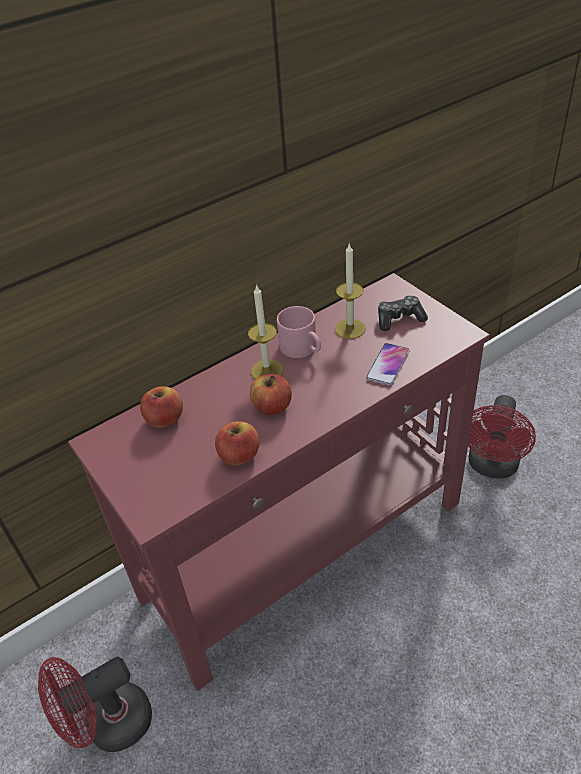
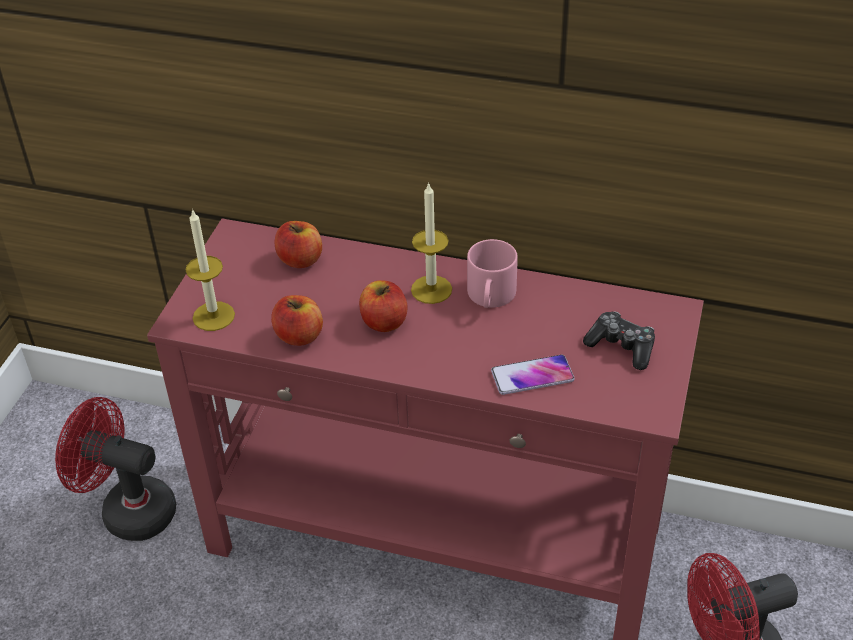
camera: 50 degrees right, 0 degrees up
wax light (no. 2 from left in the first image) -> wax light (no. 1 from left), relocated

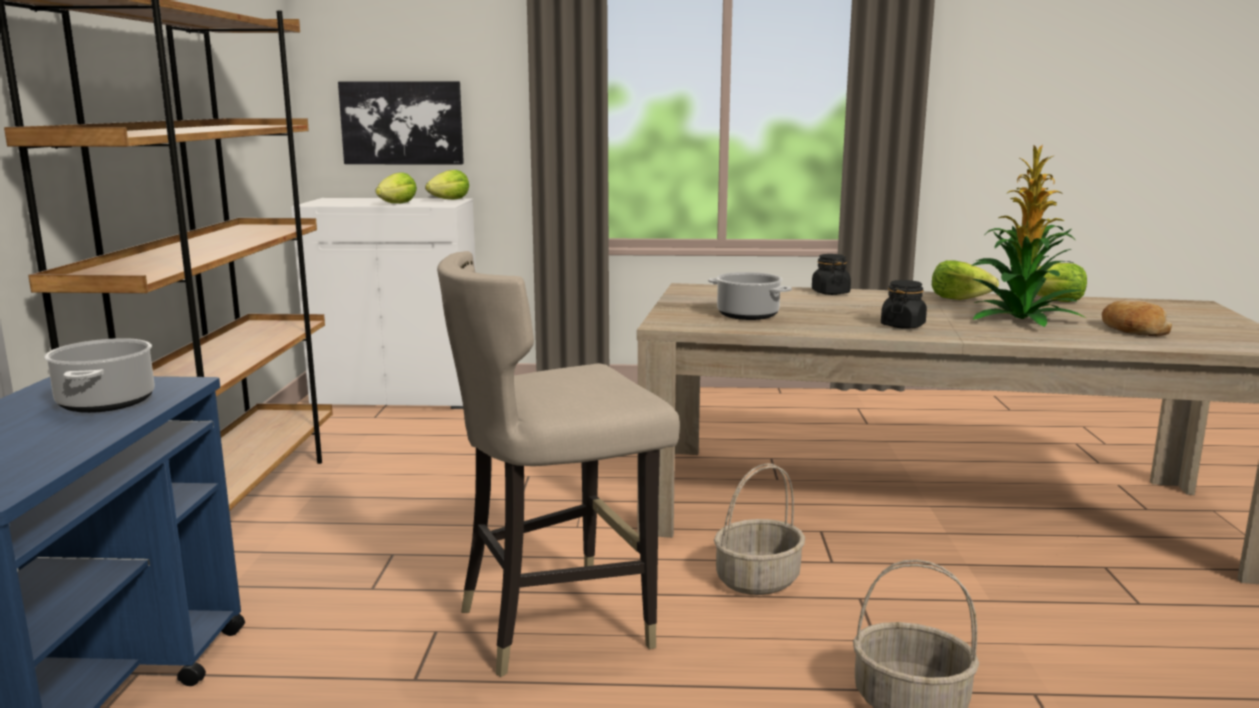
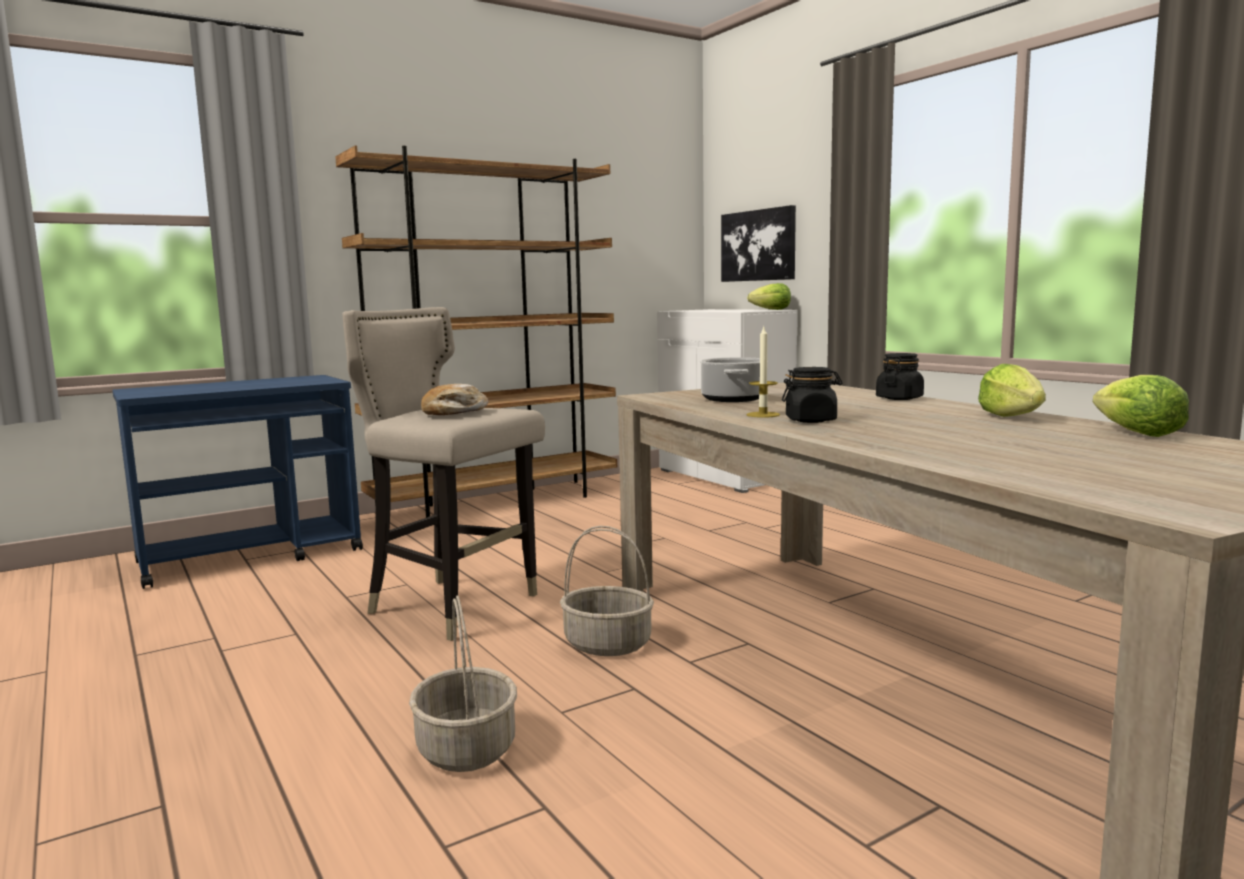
camera: 55 degrees right, 5 degrees down
potted plant -> none
lettuce (no. 1 from left) -> none
bakery bread, relocated
cooking pot (no. 1 from left) -> none
none -> wax light

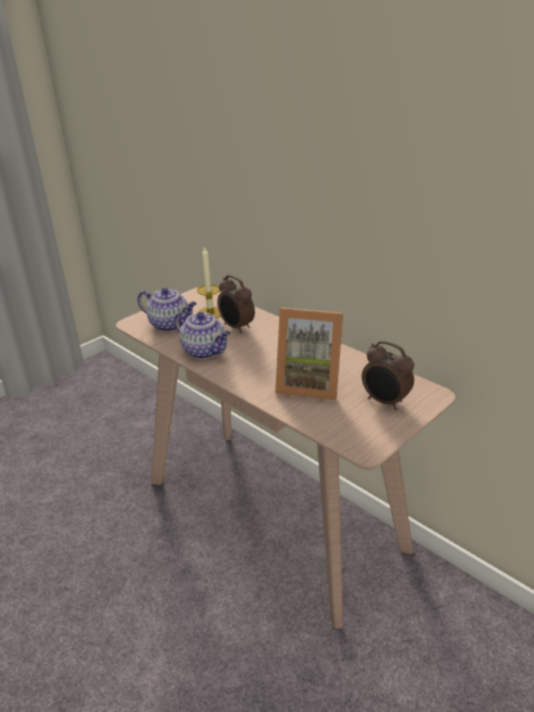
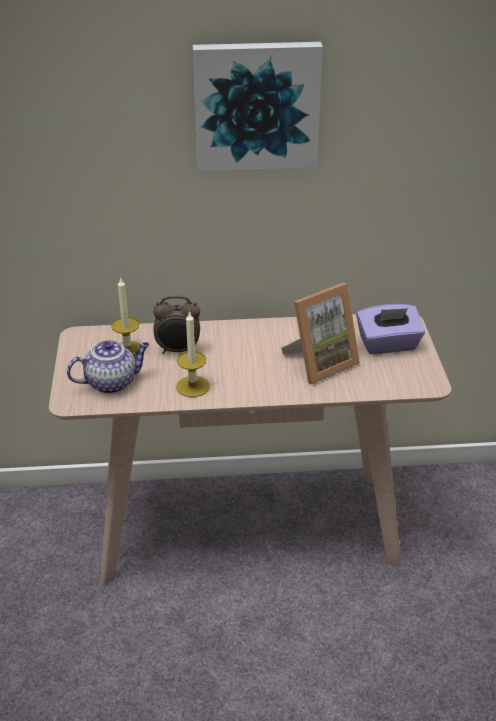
camera: 50 degrees left, 5 degrees up
pot for tea (no. 2 from left) -> wax light (no. 2 from left)
bedside clock (no. 2 from left) -> tissue holder in purple
none -> wall picture

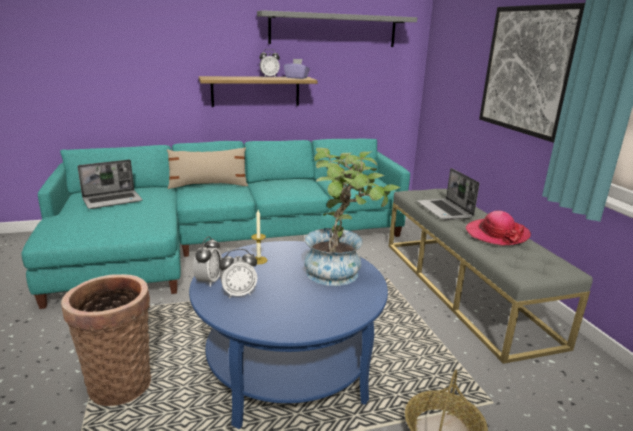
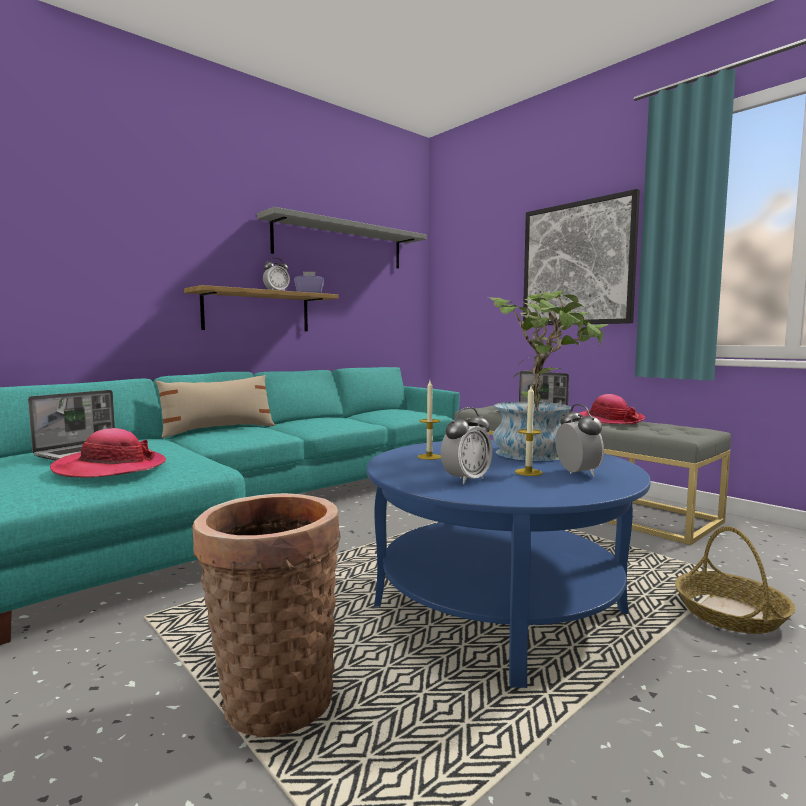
camera: 25 degrees left, 15 degrees down
bedside clock (no. 1 from left in the first image) -> bedside clock (no. 3 from left), relocated
none -> wax light (no. 2 from left)
none -> clothing hat (no. 1 from left)

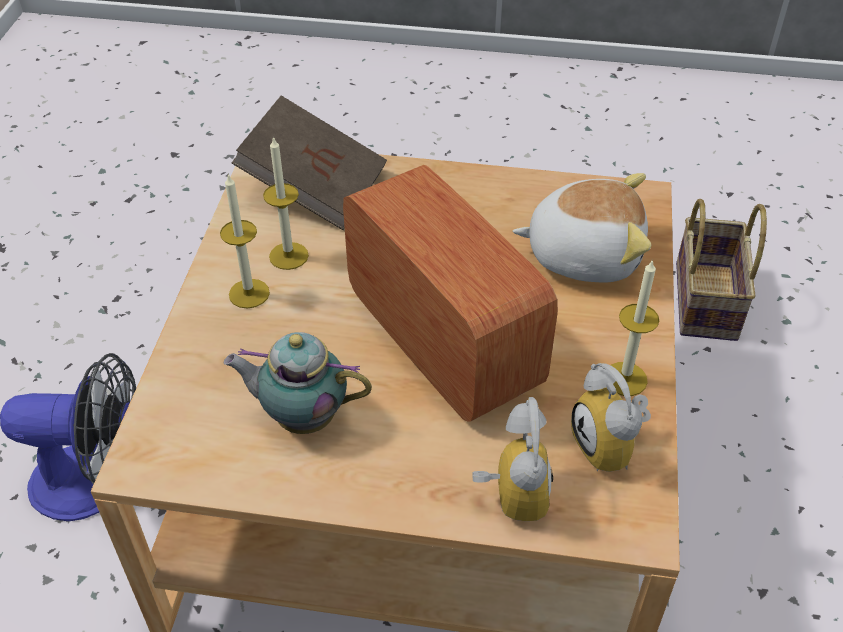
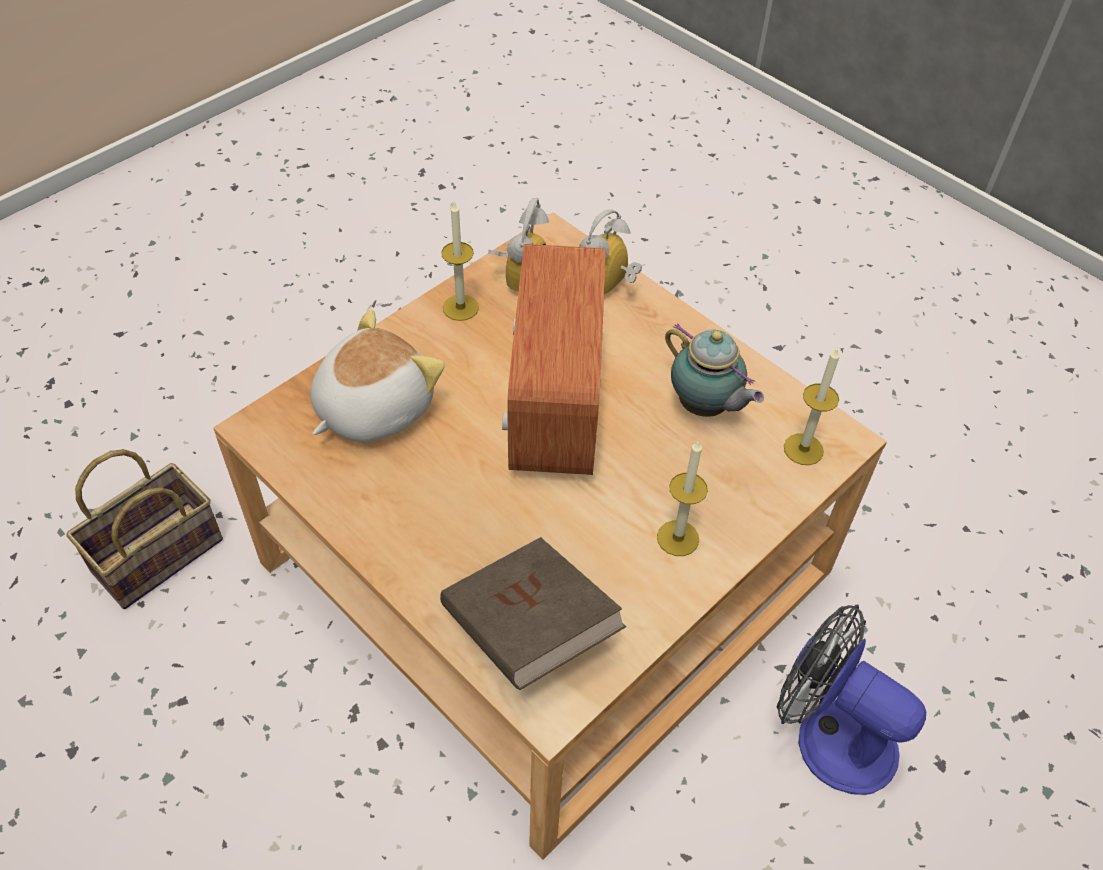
camera: 145 degrees left, 5 degrees up
wax light (no. 2 from left in the first image) -> wax light (no. 3 from left), relocated
cuddly toy, 90 degrees clockwise

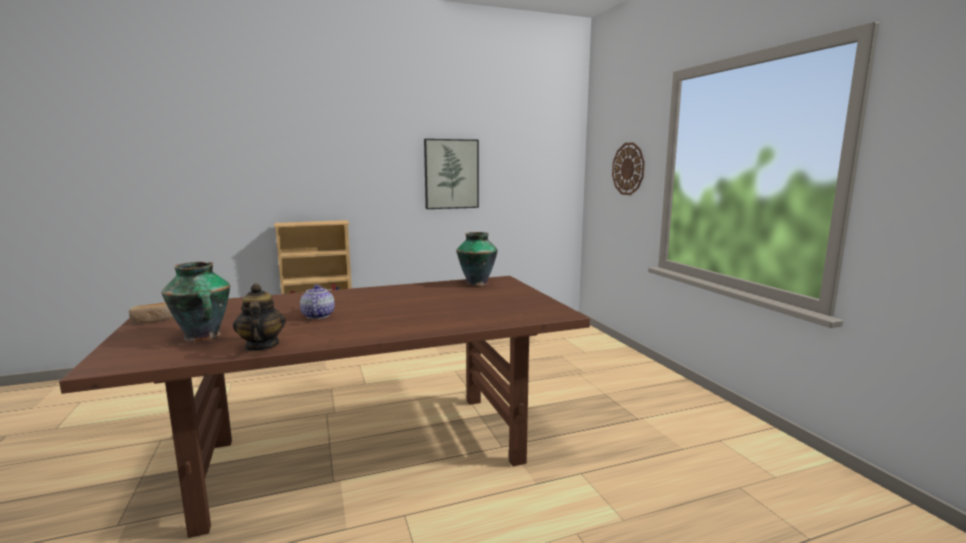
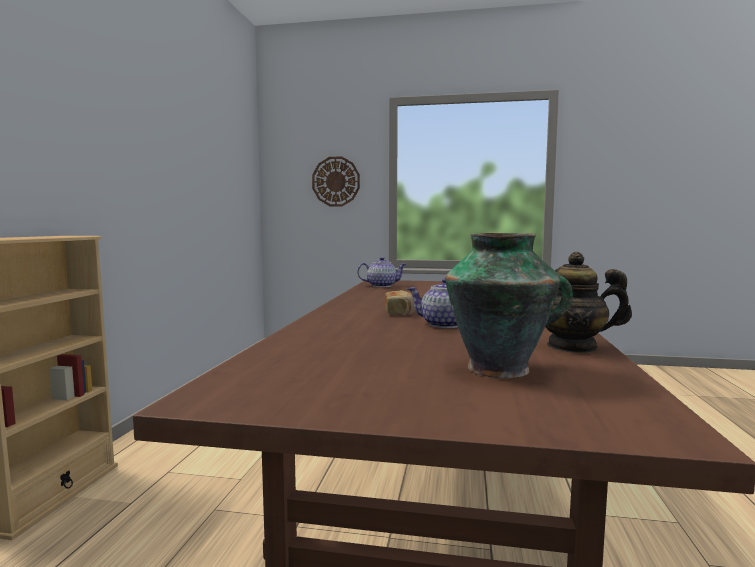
camera: 60 degrees left, 5 degrees down
wall picture -> none
decorative vase (no. 2 from left) -> pot for tea (no. 1 from left)
bakery bread, relocated

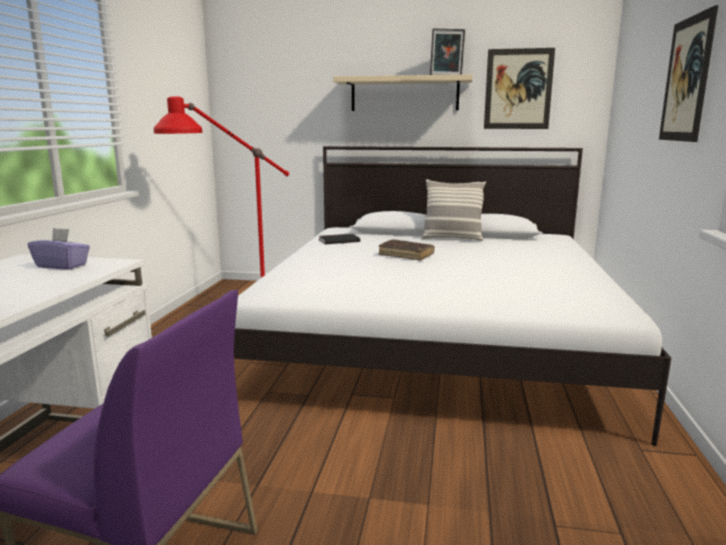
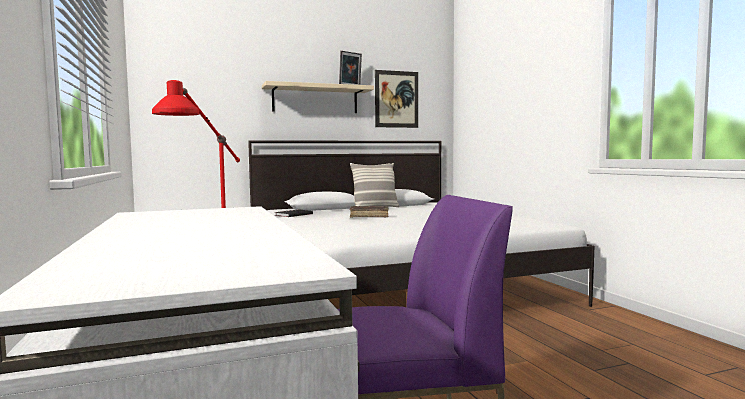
camera: 30 degrees left, 10 degrees down
wall picture (no. 2 from left) -> none
tissue holder in purple -> none

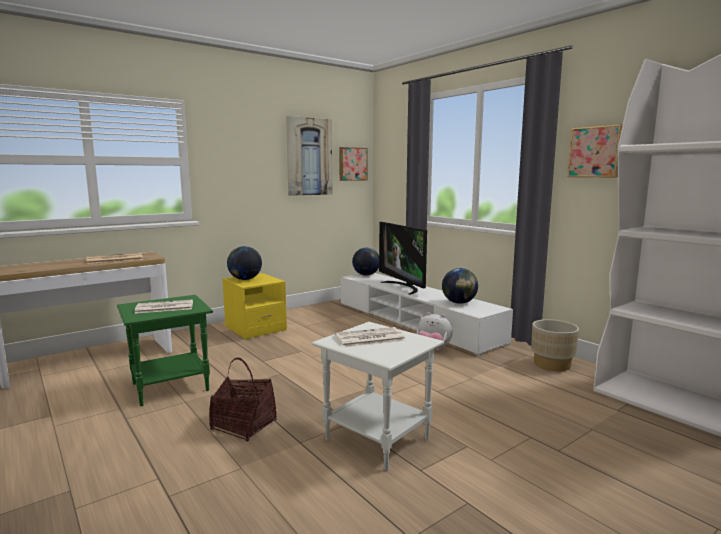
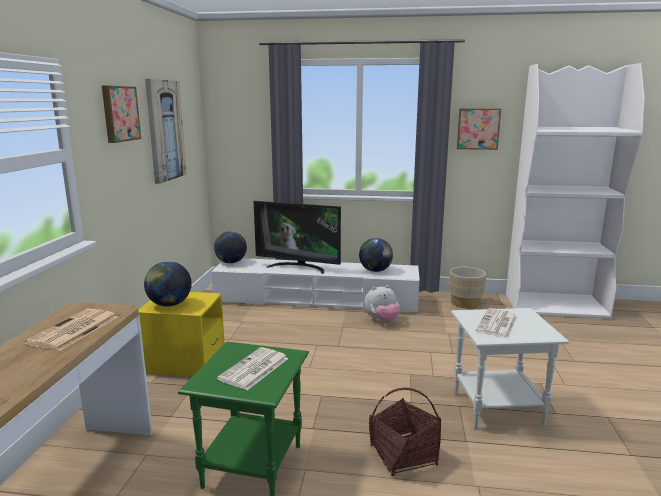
camera: 45 degrees left, 5 degrees up
wall picture (no. 2 from left in the first image) -> wall picture (no. 1 from left), relocated

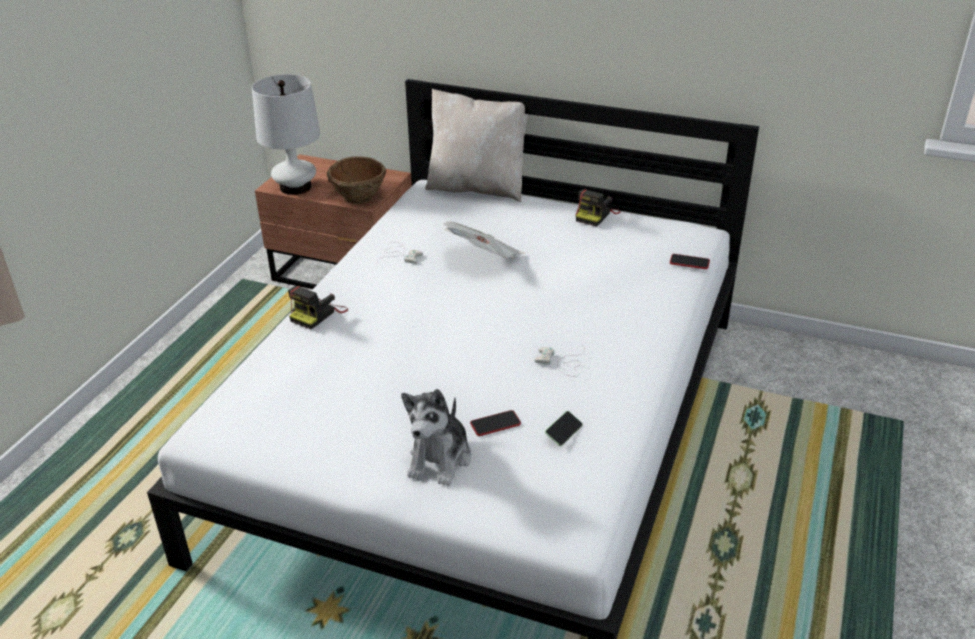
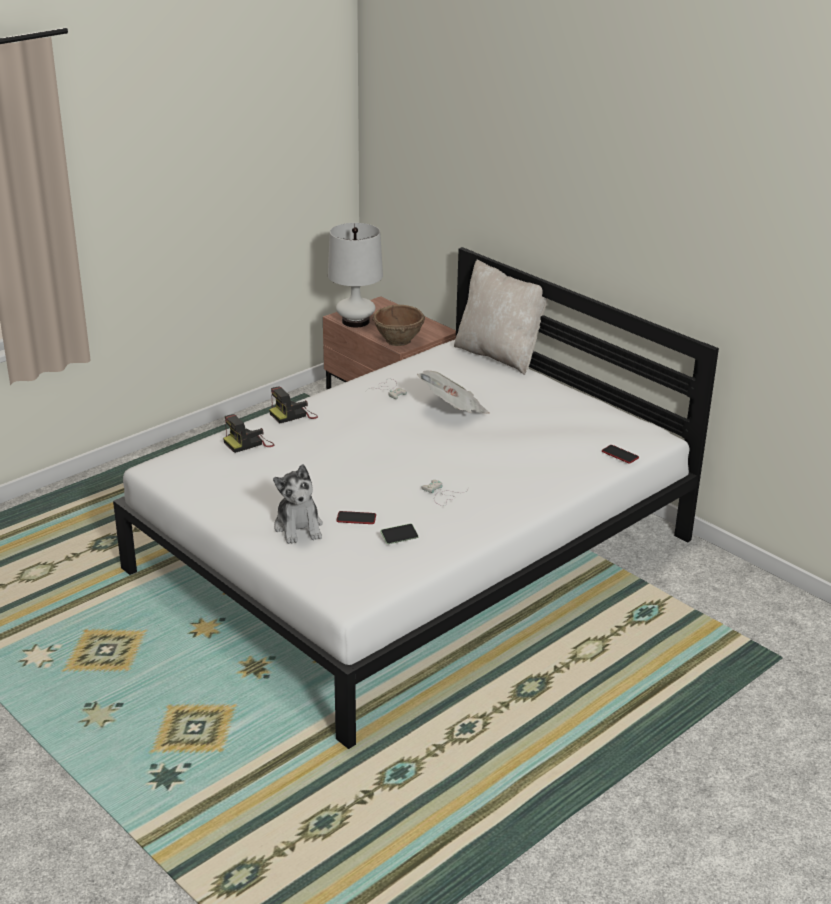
camera: 25 degrees right, 5 degrees down
photo camera (no. 2 from left in the first image) -> photo camera (no. 1 from left), relocated
cuddly toy, 60 degrees counterclockwise

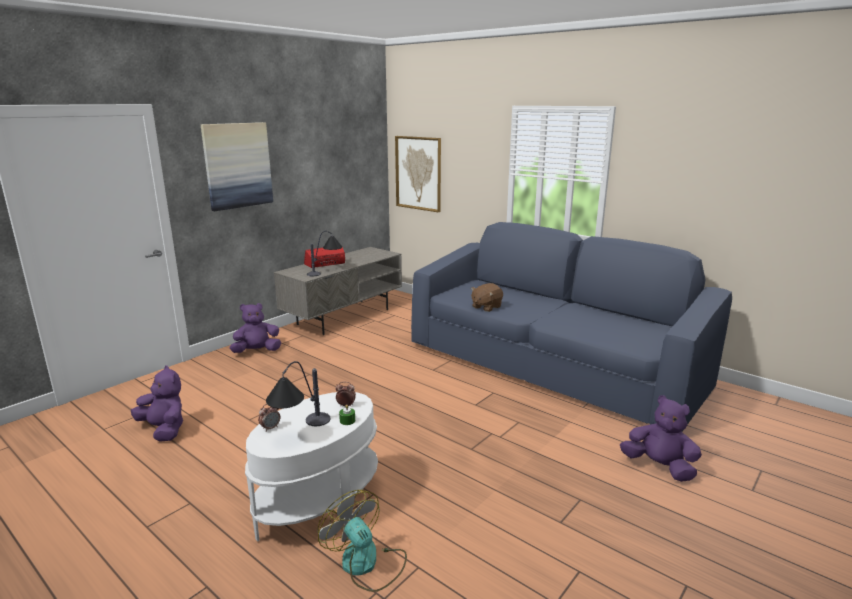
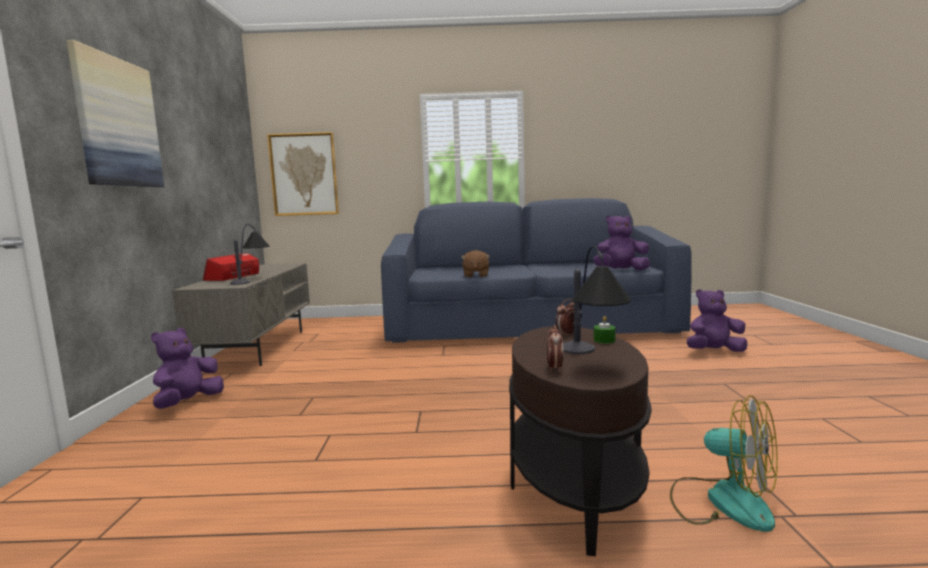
camera: 40 degrees left, 10 degrees down
cuddly toy in purple (no. 1 from left in the first image) -> cuddly toy in purple (no. 2 from left), relocated
side table in white -> side table in brownish
electric fan, 150 degrees counterclockwise

